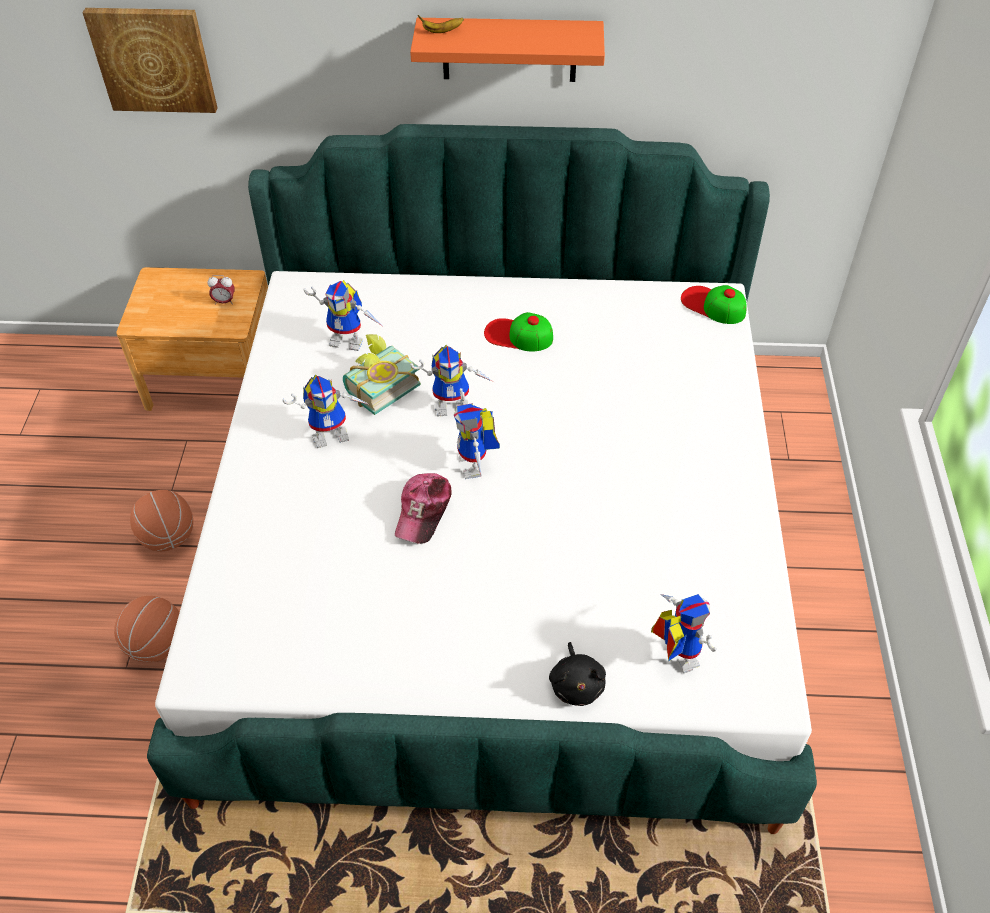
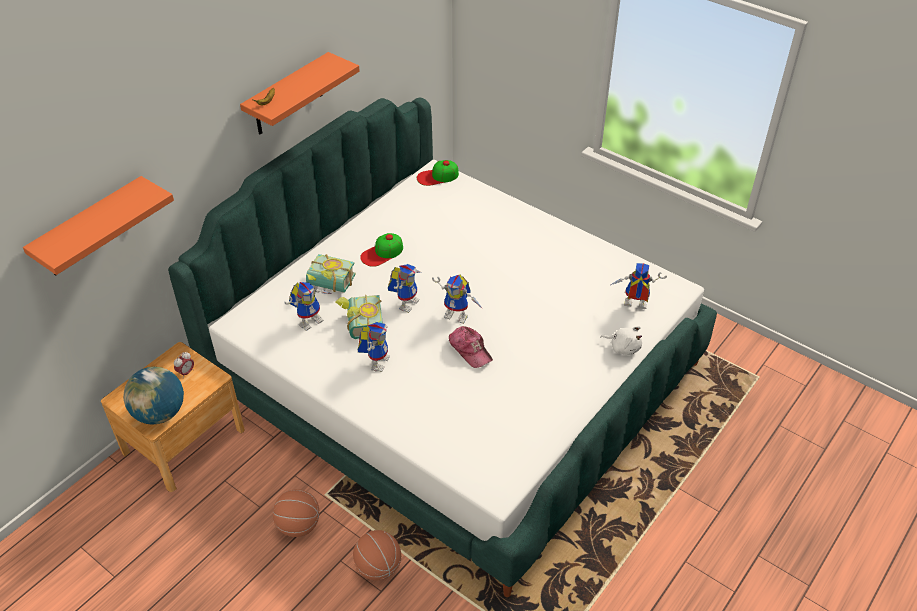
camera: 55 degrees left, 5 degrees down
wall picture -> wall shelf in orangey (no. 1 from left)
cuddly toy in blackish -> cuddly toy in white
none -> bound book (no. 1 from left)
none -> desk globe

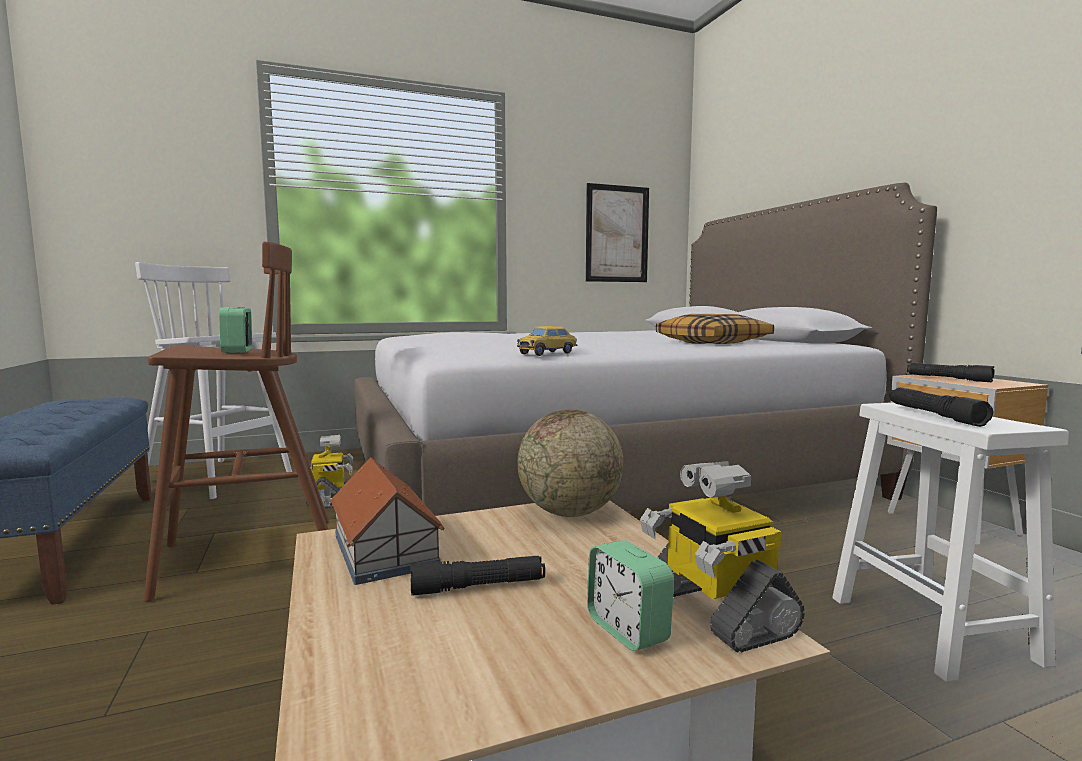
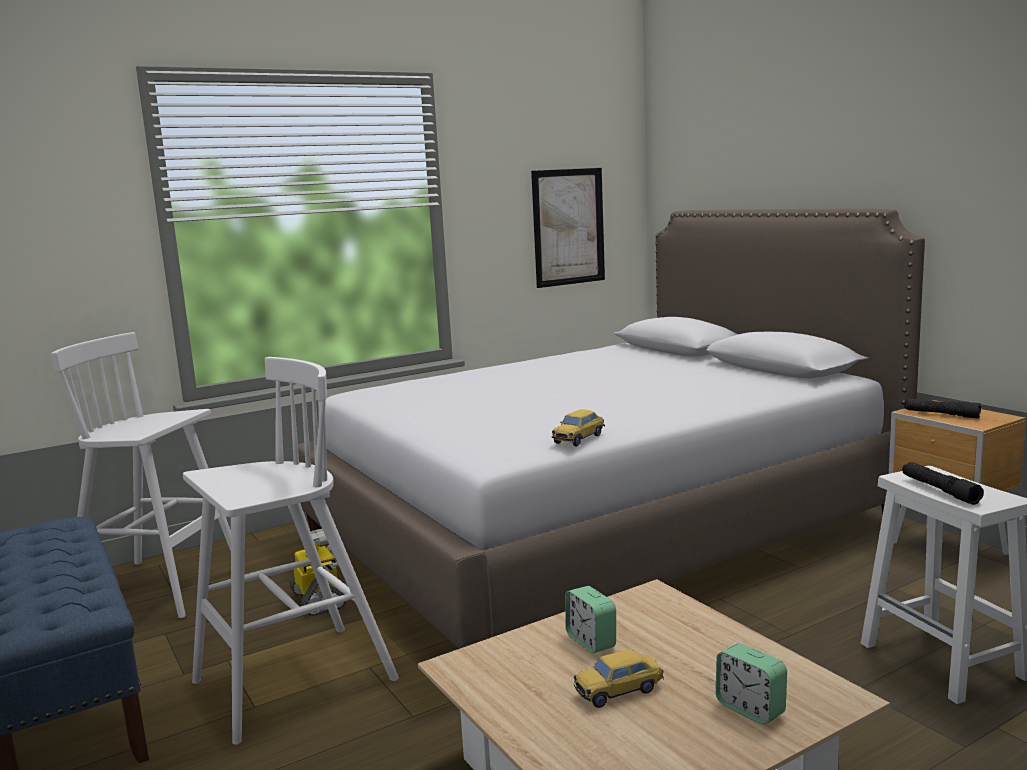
camera: 10 degrees left, 5 degrees up
stool in brownish -> stool in white (no. 2 from left)
bedside clock (no. 1 from left), relocated
cushion -> none
desk globe -> none
miniature house -> none
toy robot (no. 2 from left) -> none
torch in blackish (no. 1 from left) -> toy car (no. 2 from left)

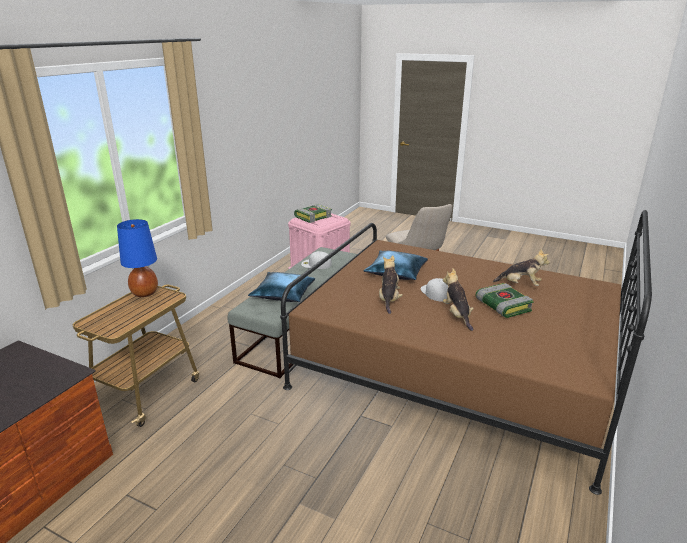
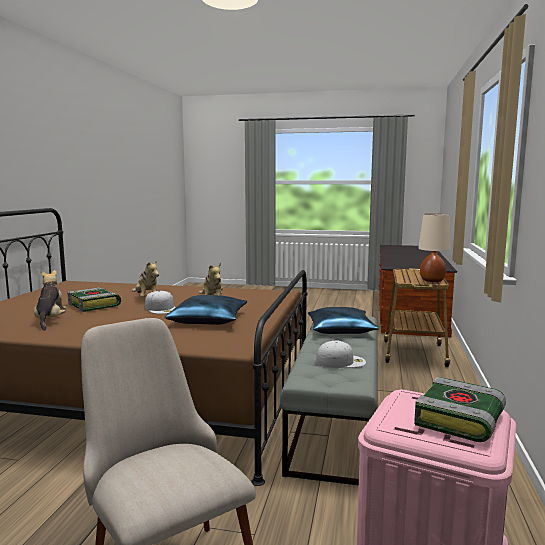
camera: 165 degrees right, 15 degrees down
table lamp in bluish -> table lamp in beige
cuddly toy (no. 3 from left in the first image) -> cuddly toy (no. 1 from left), 75 degrees clockwise

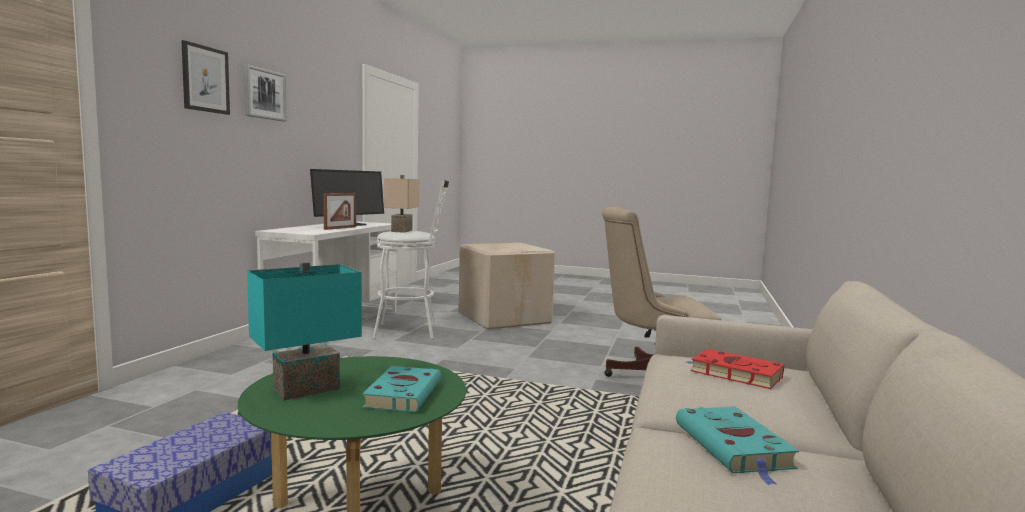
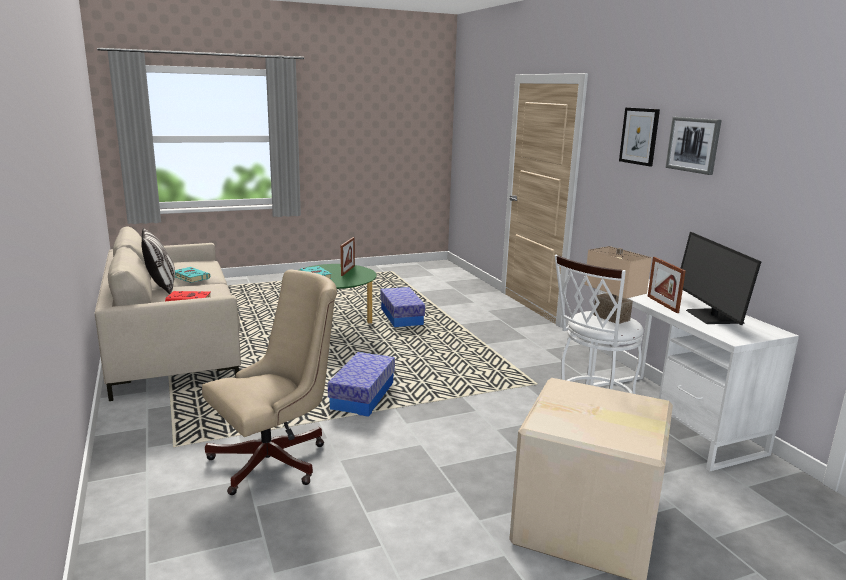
camera: 140 degrees right, 10 degrees up
table lamp in blue-green -> photo frame (no. 1 from left)
none -> cushion
none -> storage container (no. 1 from left)

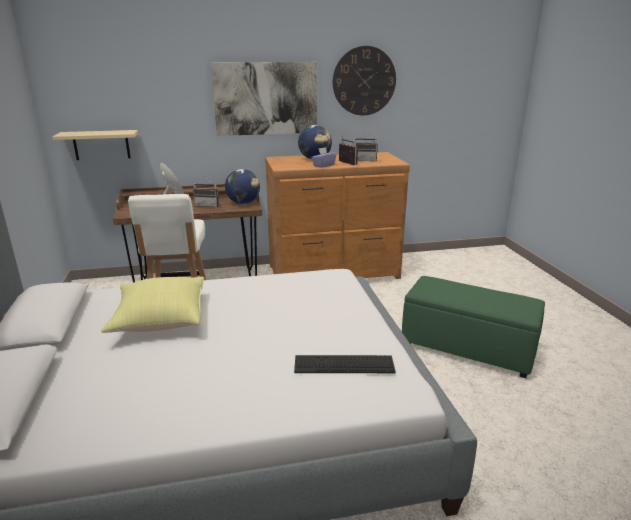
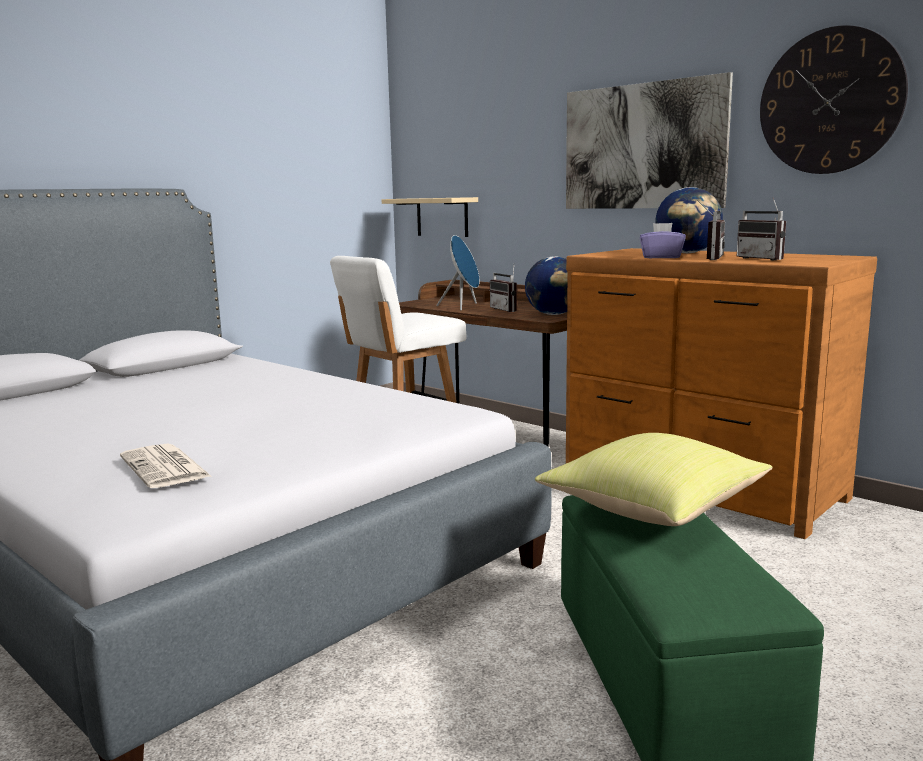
camera: 55 degrees right, 10 degrees down
cushion in yellow, relocated
computer keyboard -> printed paper

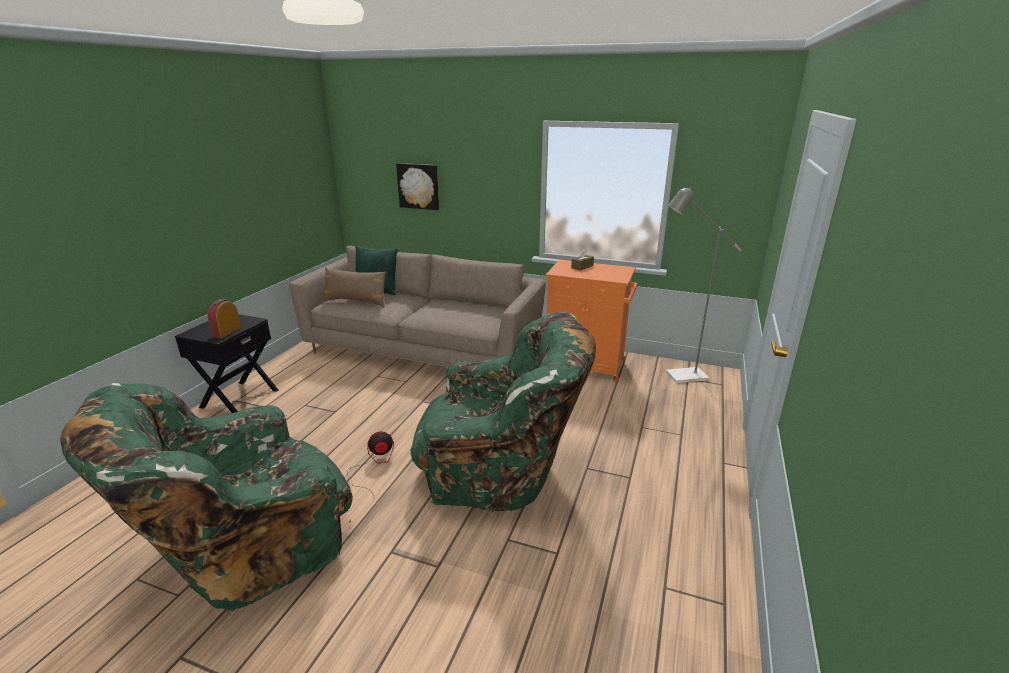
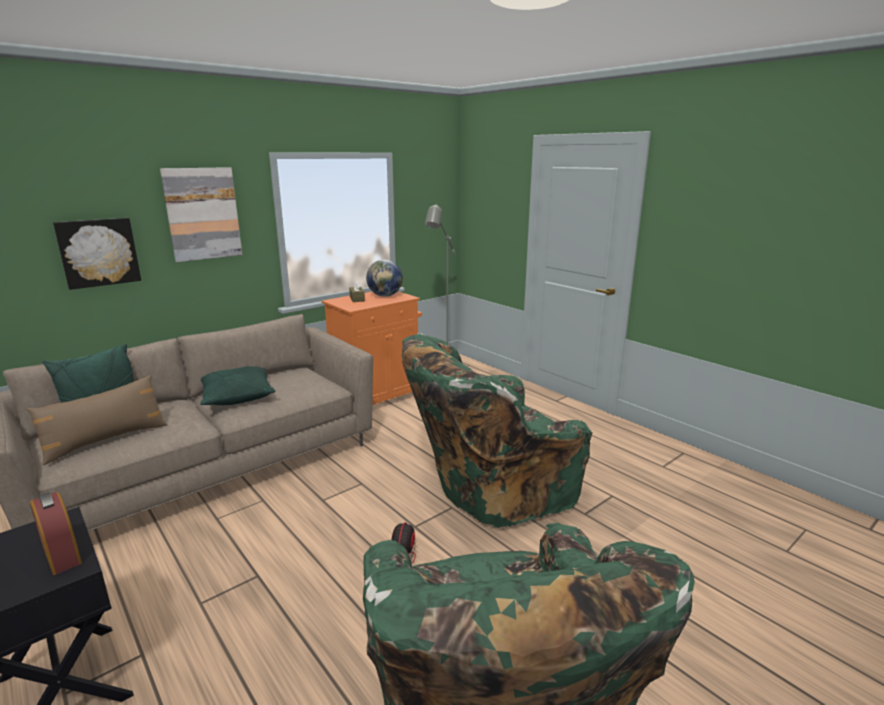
camera: 60 degrees left, 5 degrees down
lounge chair in greenish (no. 2 from left in the first image) -> lounge chair in greenish (no. 1 from left), 150 degrees counterclockwise
none -> wall picture (no. 2 from left)
none -> desk globe
none -> cushion in greenish (no. 2 from left)

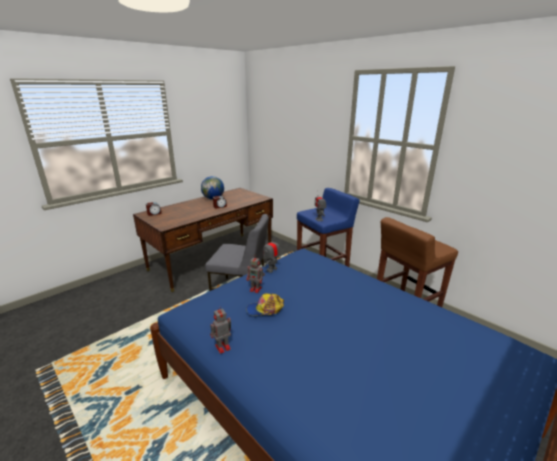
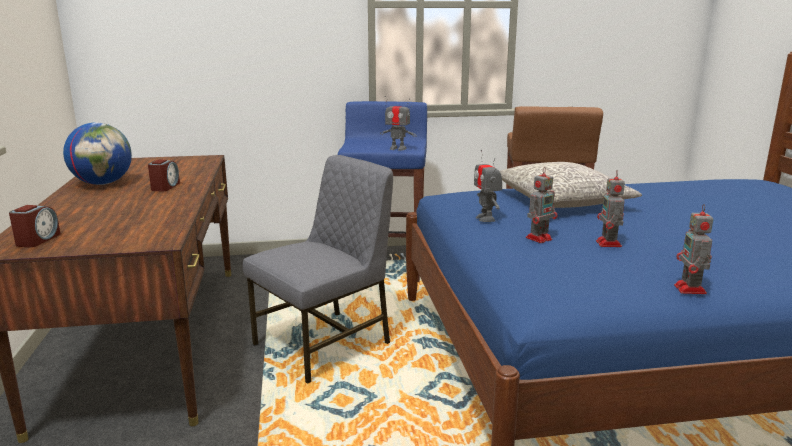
camera: 55 degrees left, 5 degrees down
baseball cap -> toy robot (no. 4 from left)
none -> cushion in grey

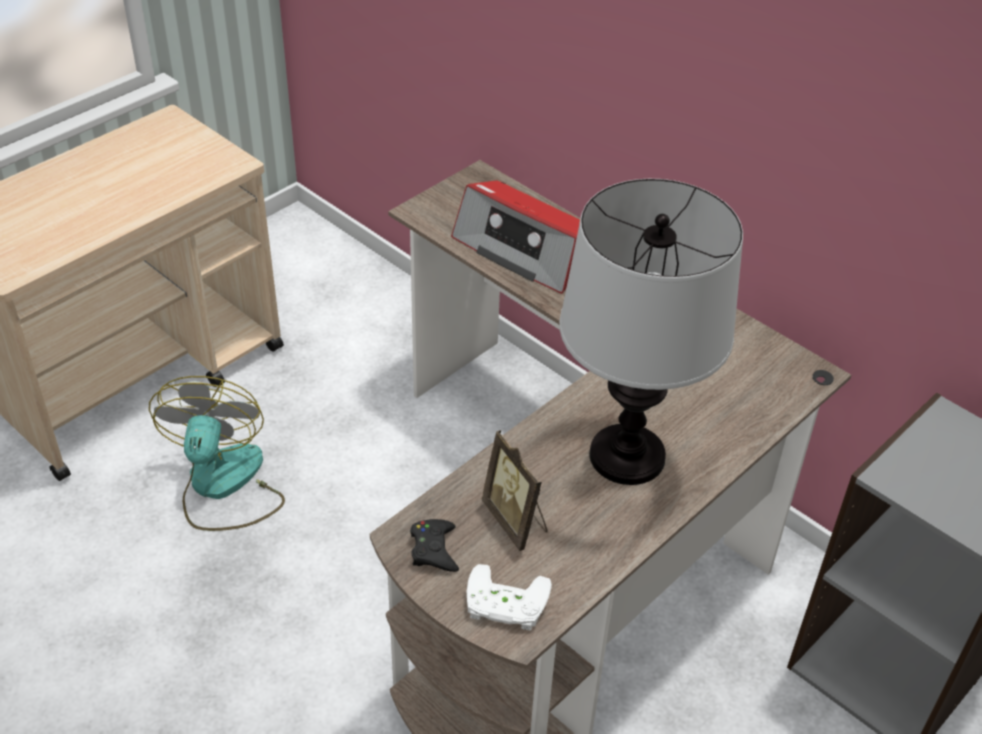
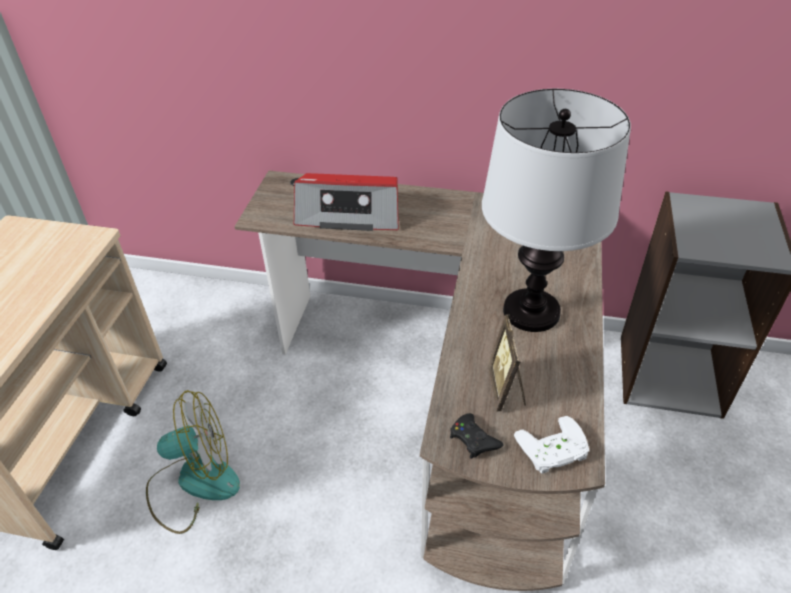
camera: 30 degrees left, 0 degrees up
electric fan, 105 degrees clockwise
photo frame, 60 degrees clockwise

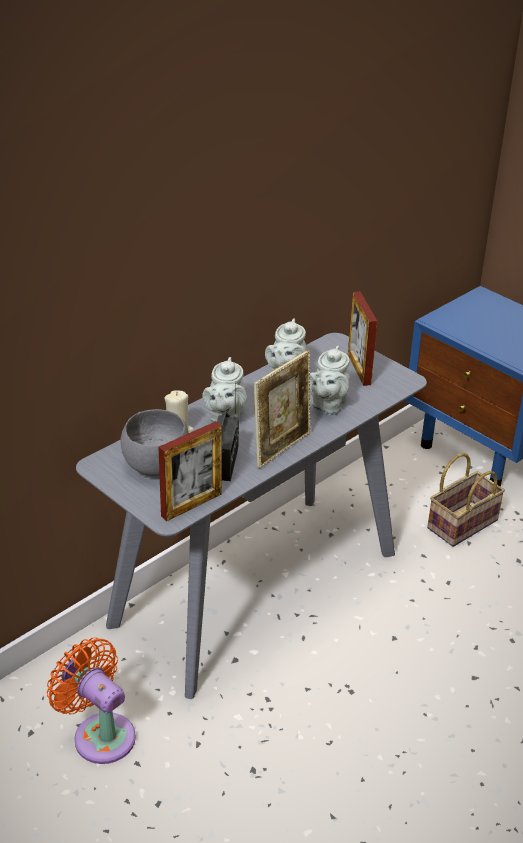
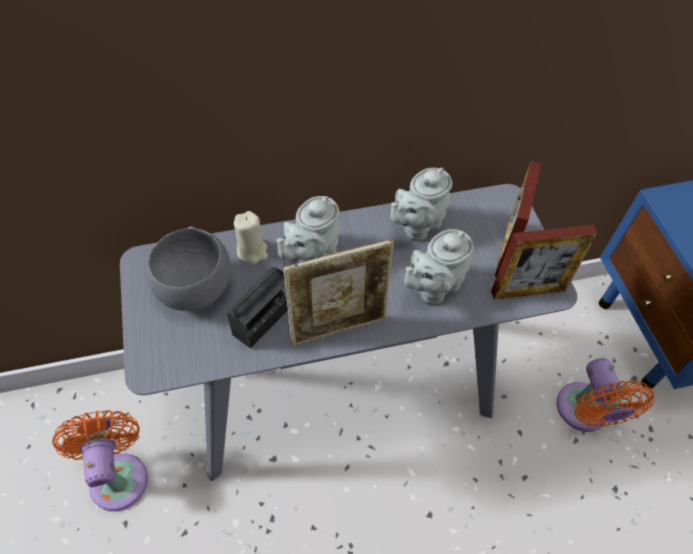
camera: 30 degrees right, 20 degrees up
photo frame (no. 1 from left in the first image) -> photo frame (no. 3 from left), relocated
basket -> electric fan in orangey (no. 2 from left)

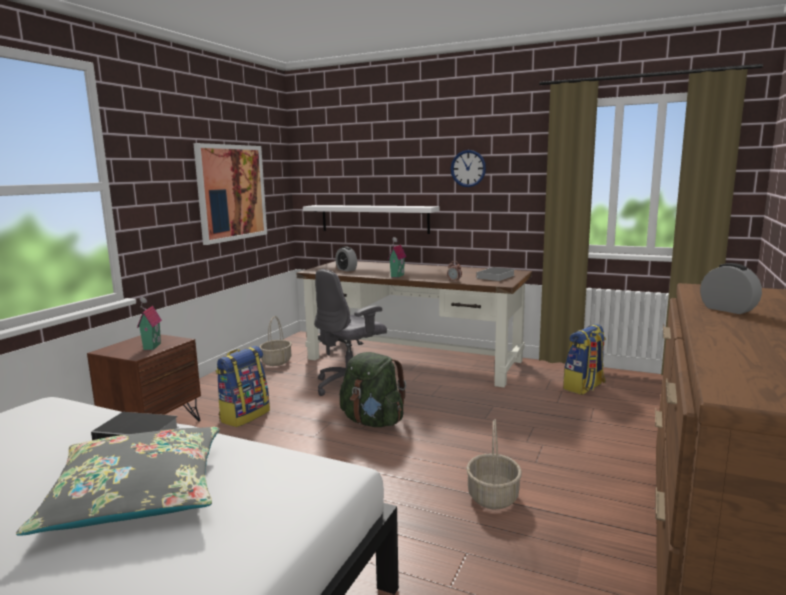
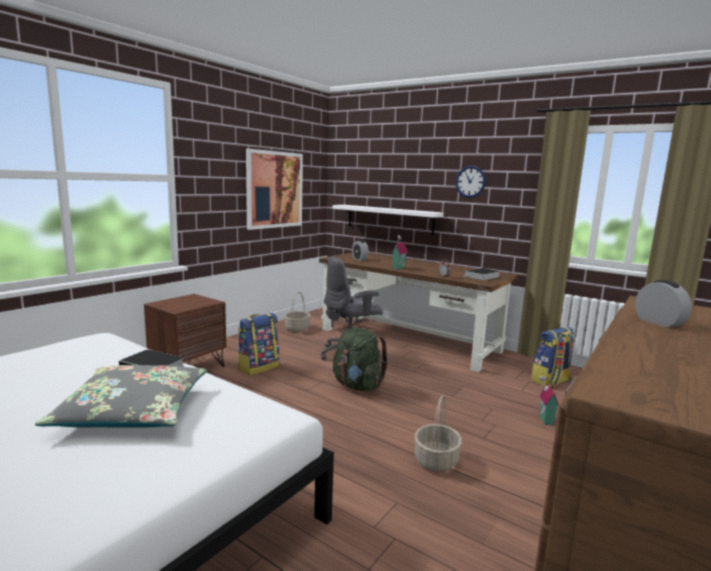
camera: 10 degrees right, 0 degrees up
miniature house (no. 1 from left in the first image) -> miniature house (no. 2 from left), relocated

